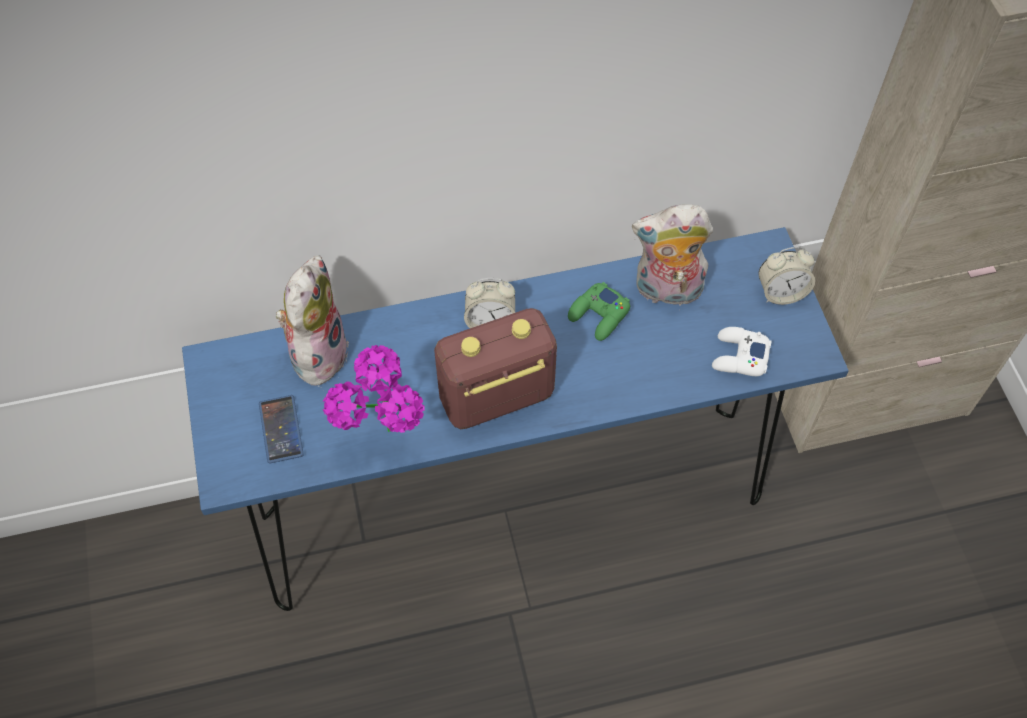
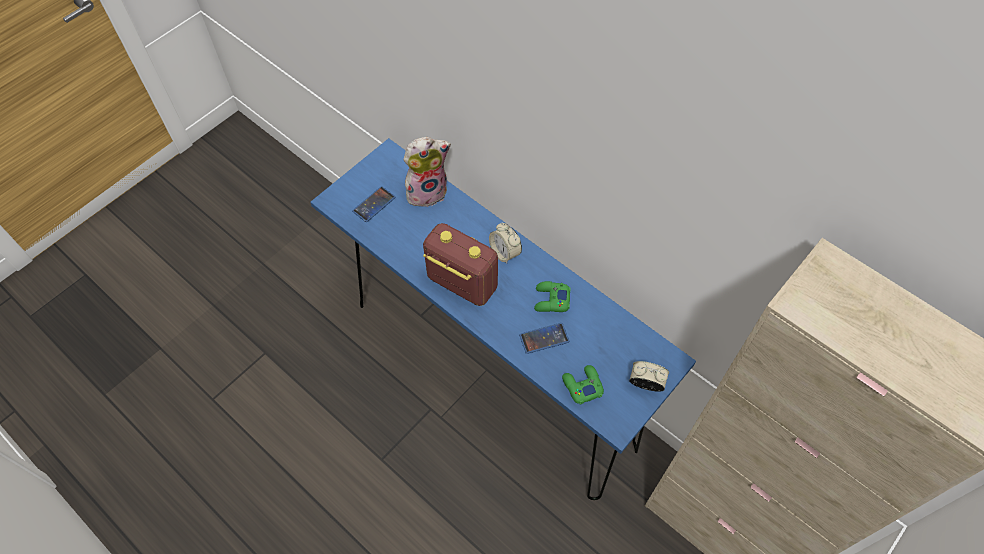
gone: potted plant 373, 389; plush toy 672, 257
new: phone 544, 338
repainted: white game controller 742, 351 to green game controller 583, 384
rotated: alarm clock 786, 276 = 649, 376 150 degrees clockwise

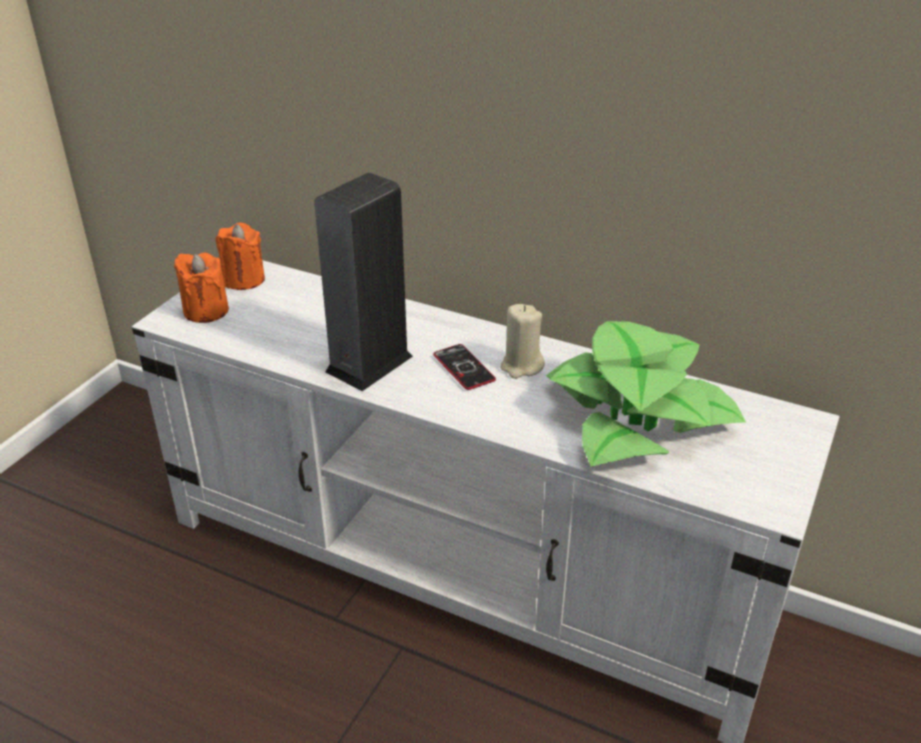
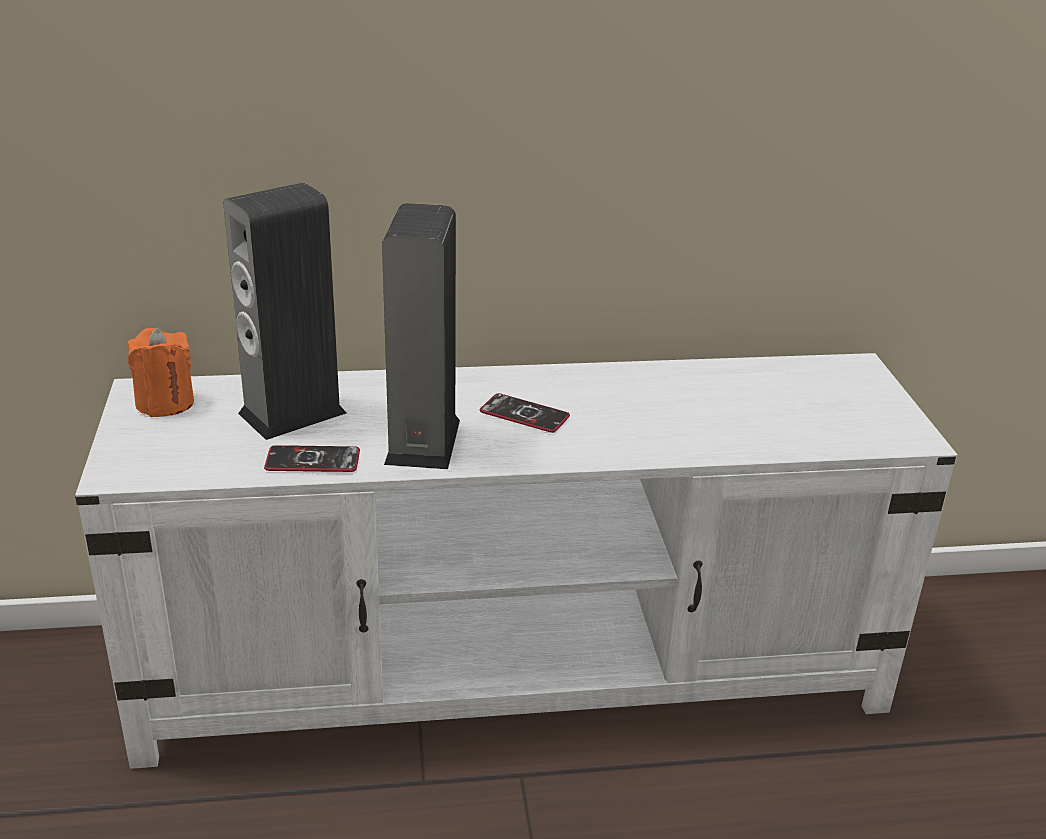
gone: orange candle 201, 288; beige candle 522, 341; potted plant 646, 394
new: speaker 285, 311; phone 312, 458

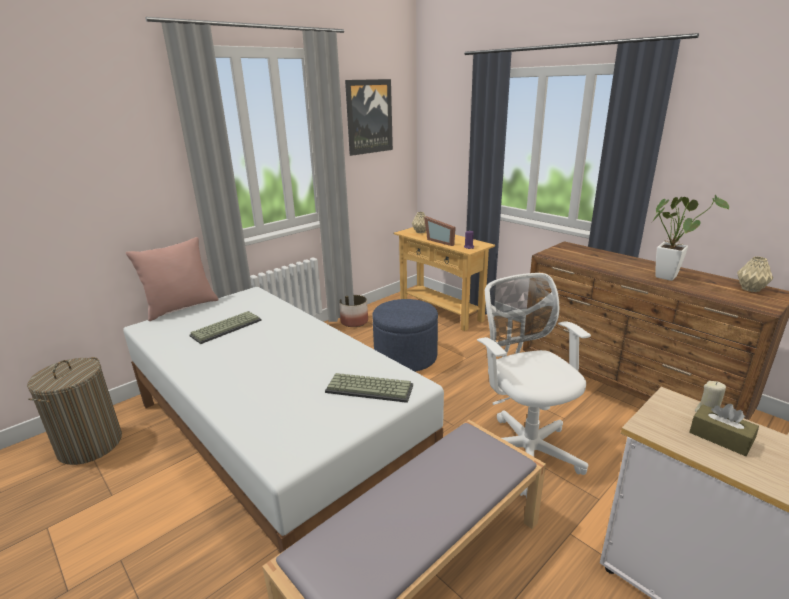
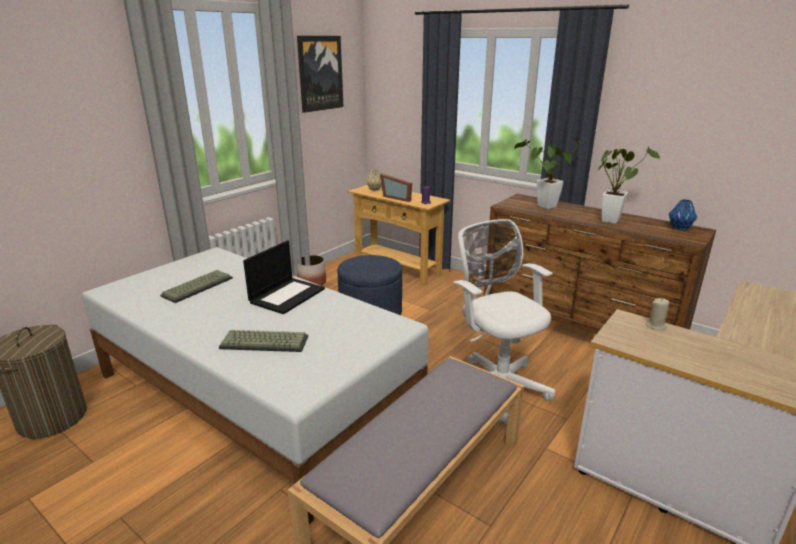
gone: pink pillow 172, 279; brown tissue box 724, 430
new: laptop 284, 277; potted plant 548, 173
shifted: keyboard 369, 388 to 263, 341
repainted: beige vase 755, 274 to blue vase 683, 214

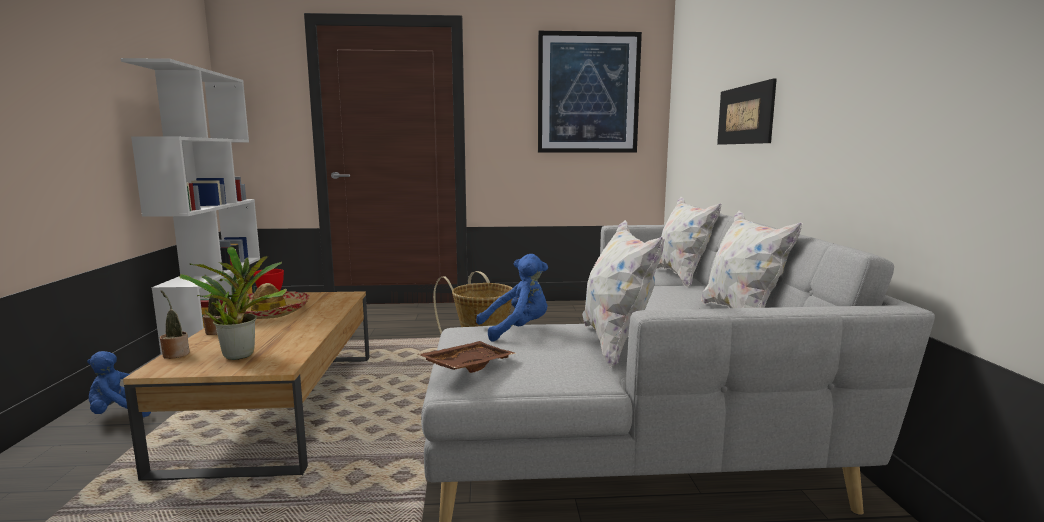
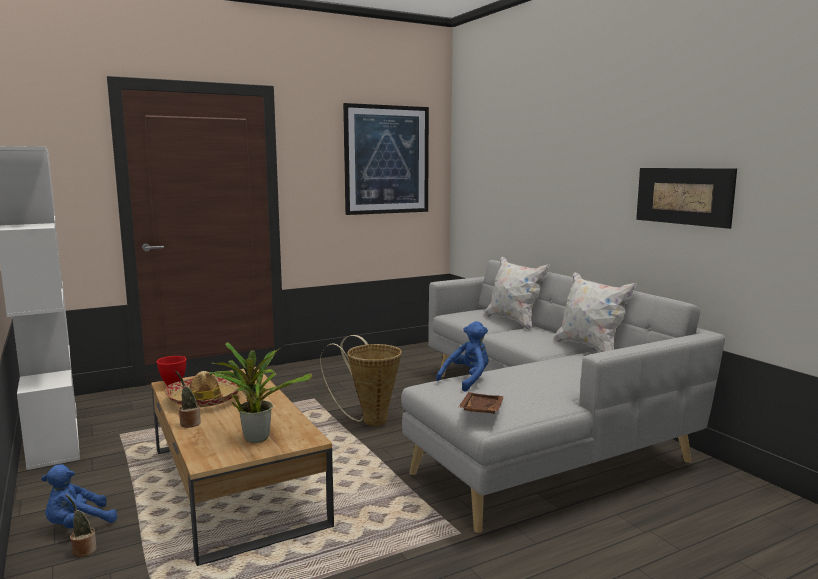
gone: white pillow 623, 294
shifted: potted plant 175, 324 to 81, 526; picture 747, 111 to 686, 198

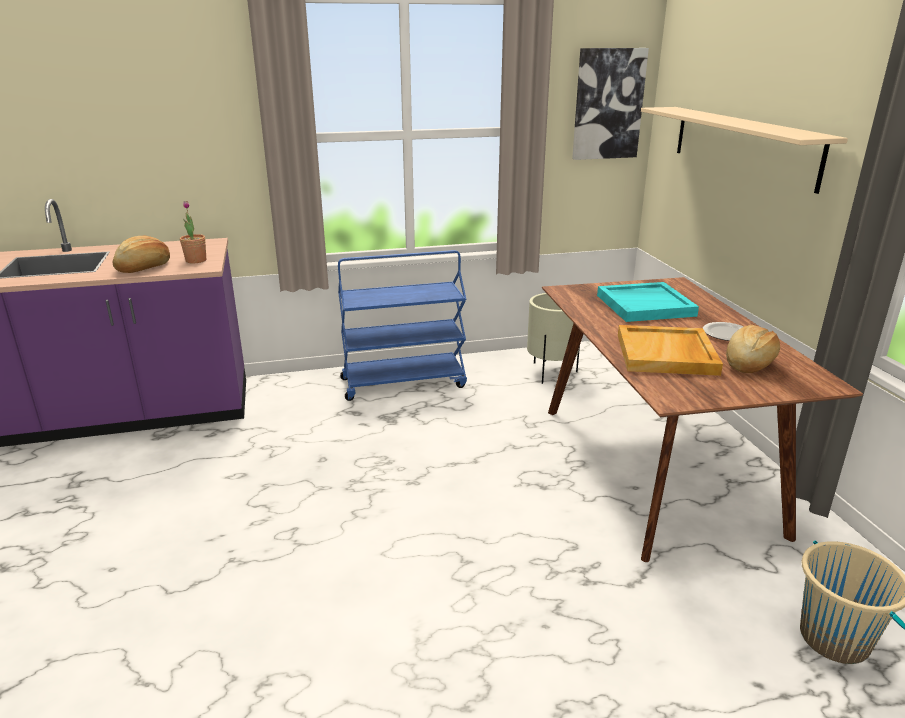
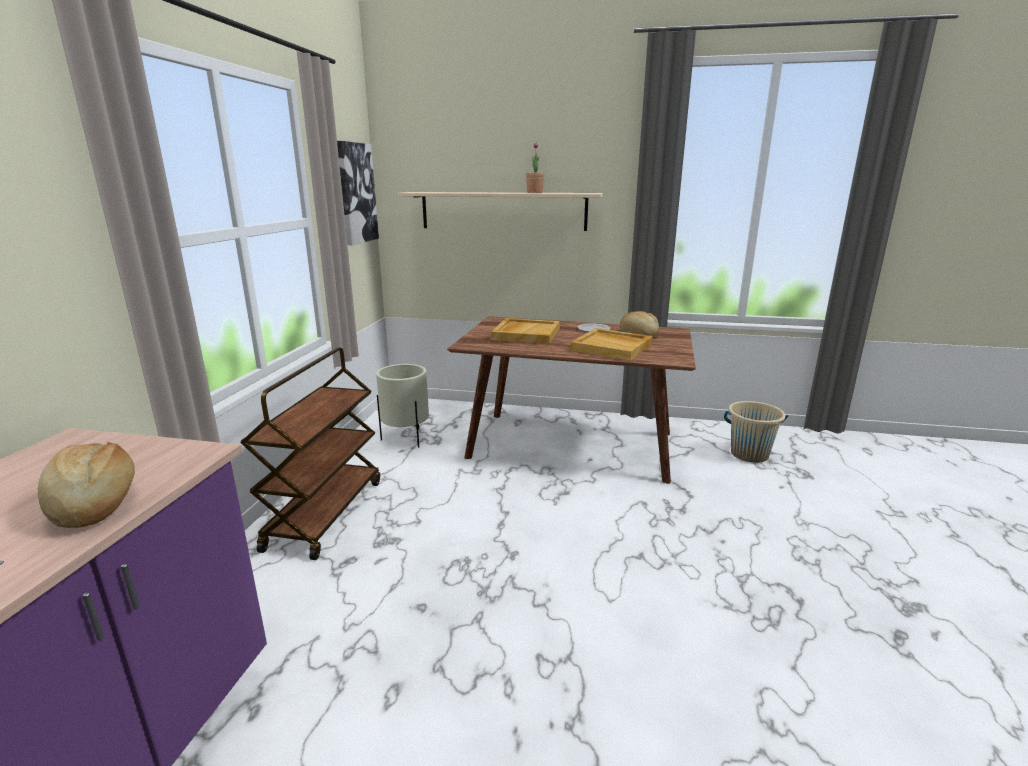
shifted: potted plant 193, 232 to 535, 167
repainted: blue cart 402, 325 to brown cart 310, 454; turquoise tray 648, 302 to beige tray 525, 331

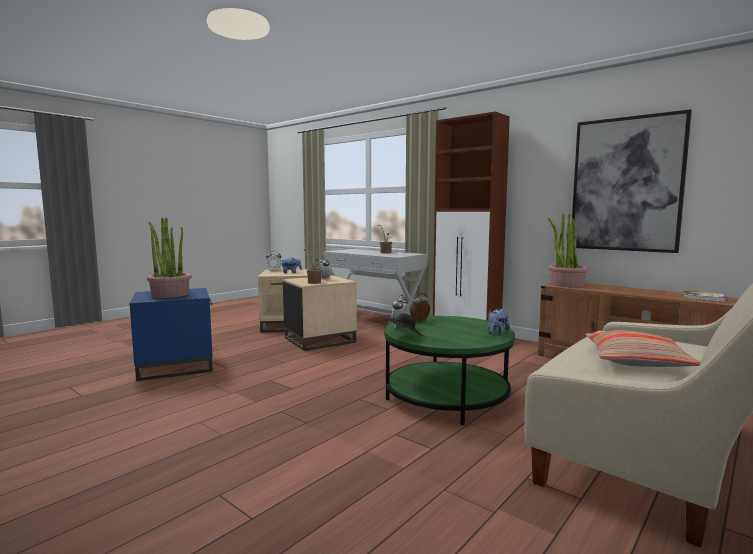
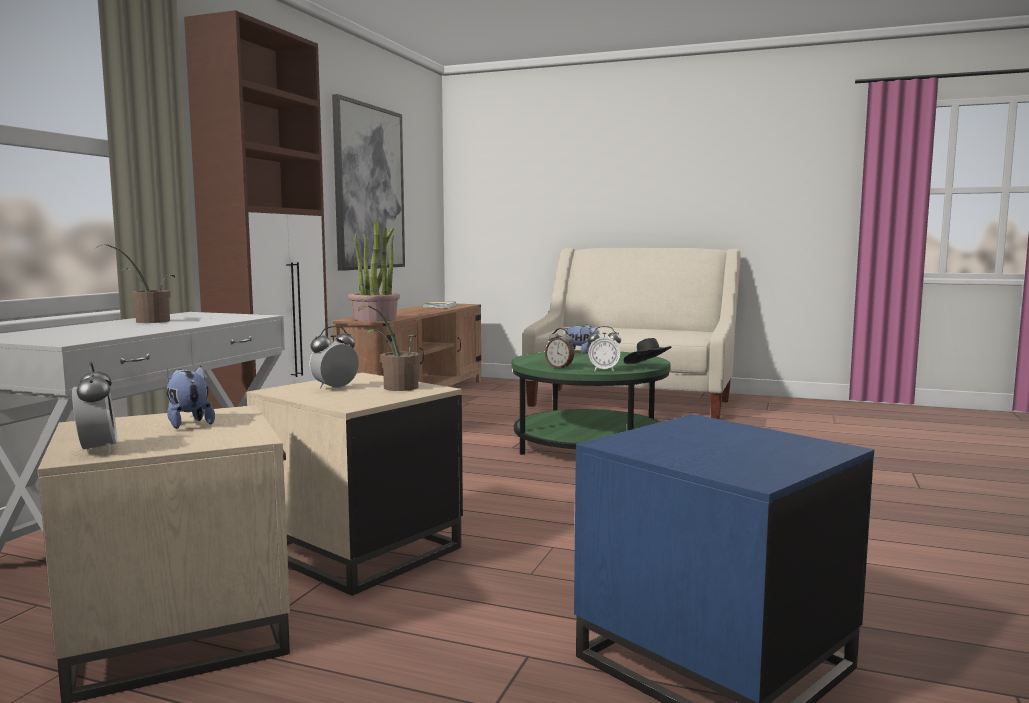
gone: potted plant 169, 257; pillow 642, 348

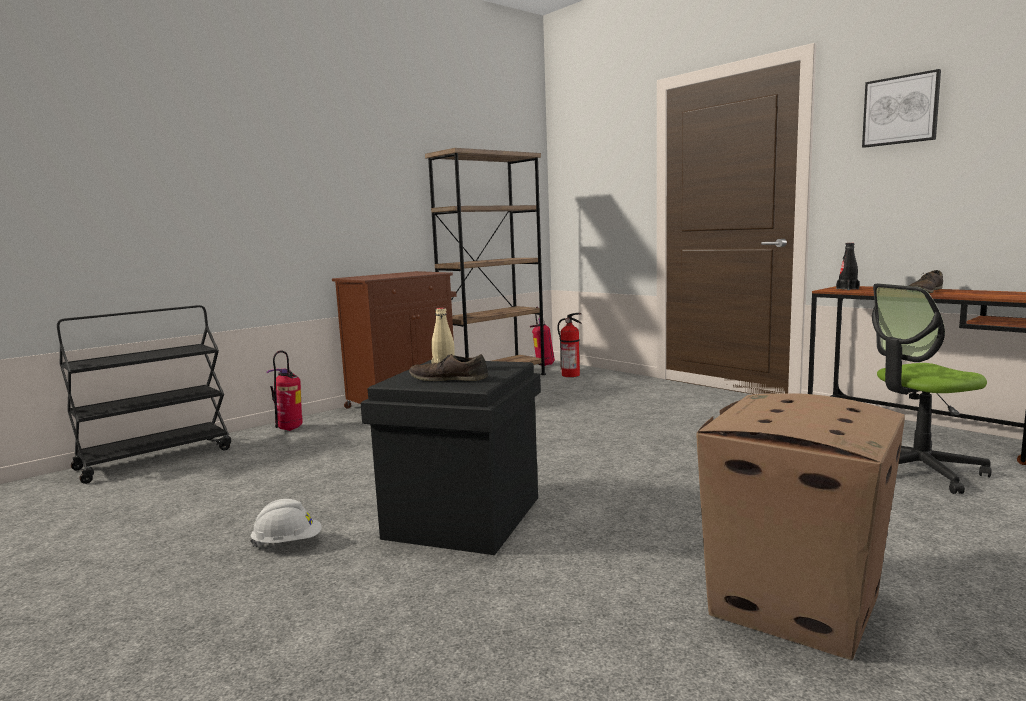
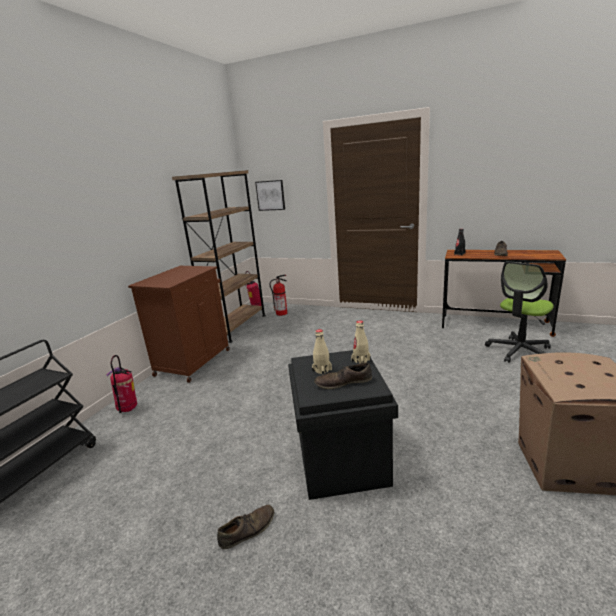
new: beige bottle 361, 342
shifted: picture 901, 108 to 270, 195
swapped: white hard hat 286, 523 to brown shoe 245, 527

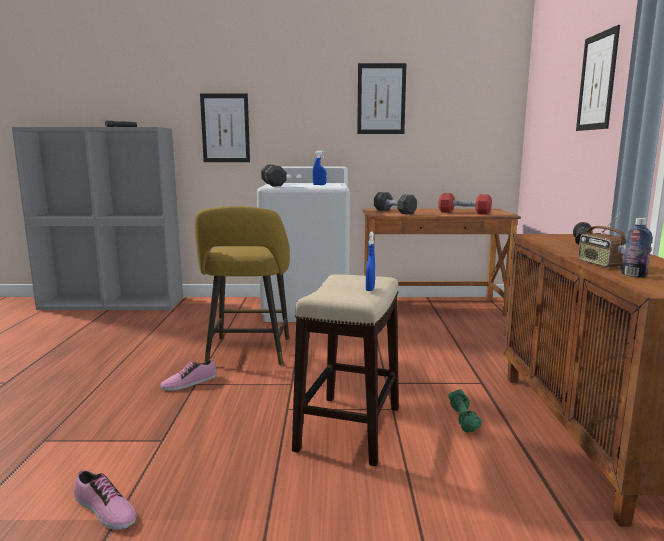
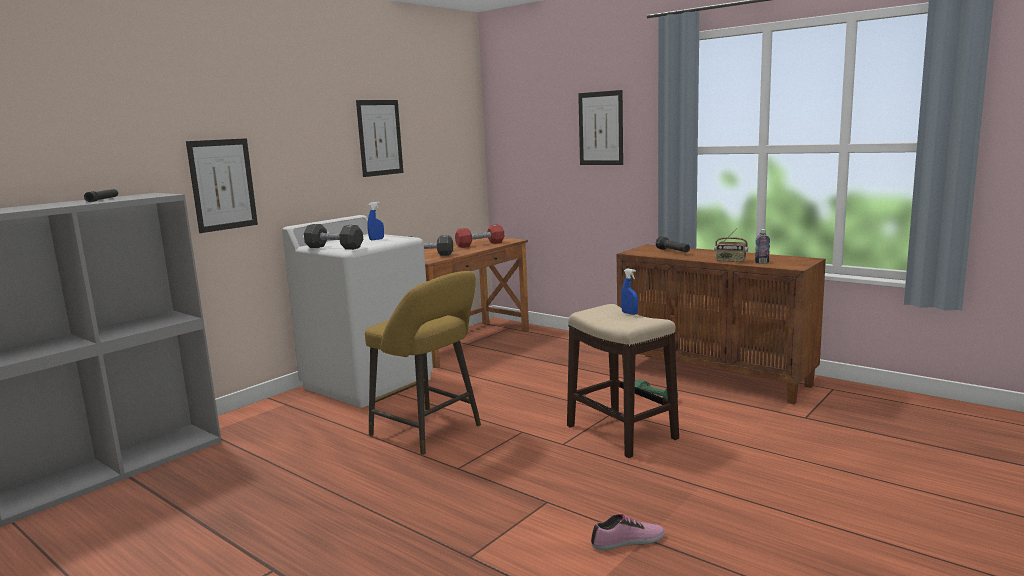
gone: shoe 188, 375

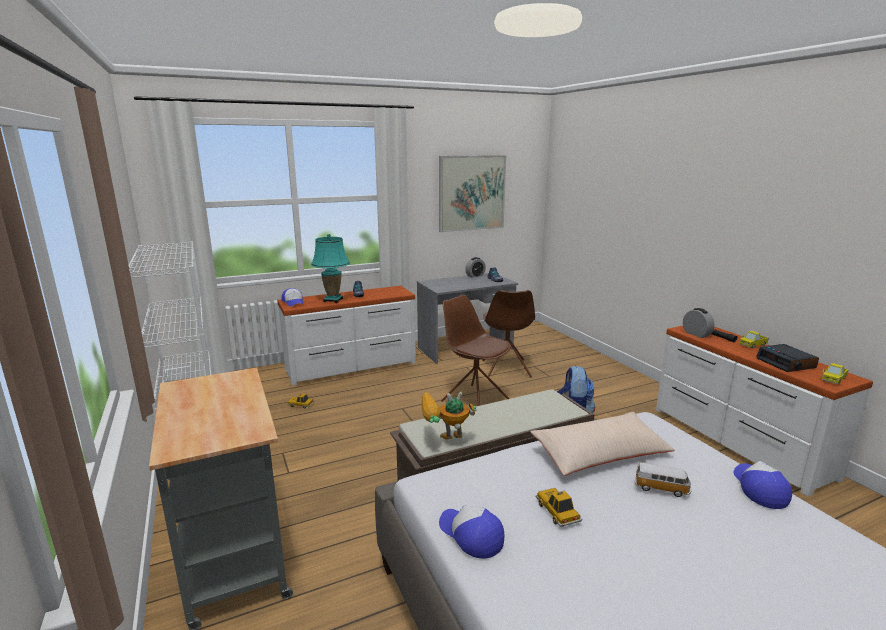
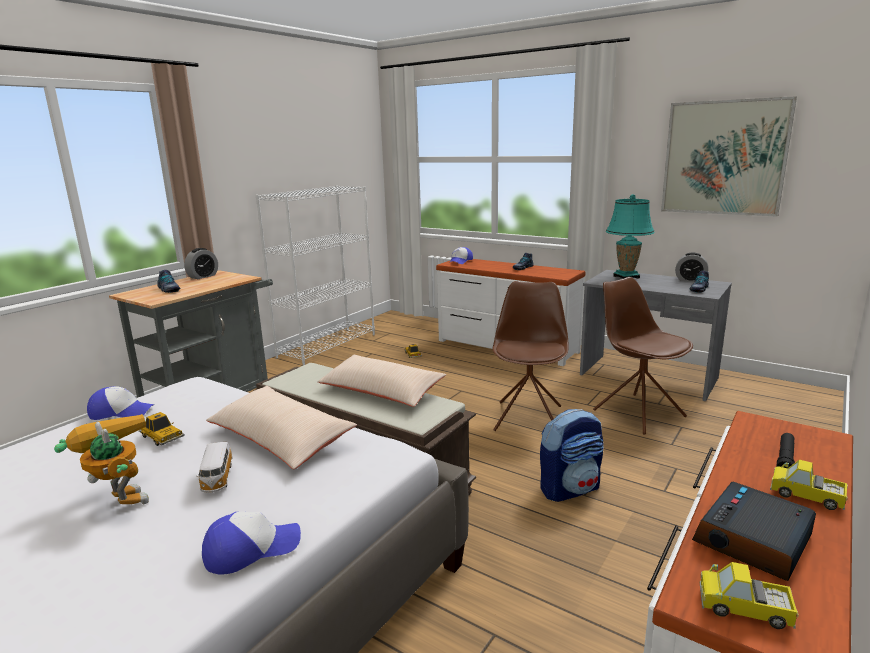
new: shoe 169, 281; beige pillow 382, 381
shifted: turquoise table lamp 330, 268 to 630, 236; toy robot 449, 416 to 101, 459; alarm clock 699, 323 to 201, 263
rotated: cap 471, 531 = 120, 403 75 degrees clockwise; brown chair 509, 334 = 643, 356 90 degrees clockwise; toy car 559, 507 = 162, 429 90 degrees clockwise

